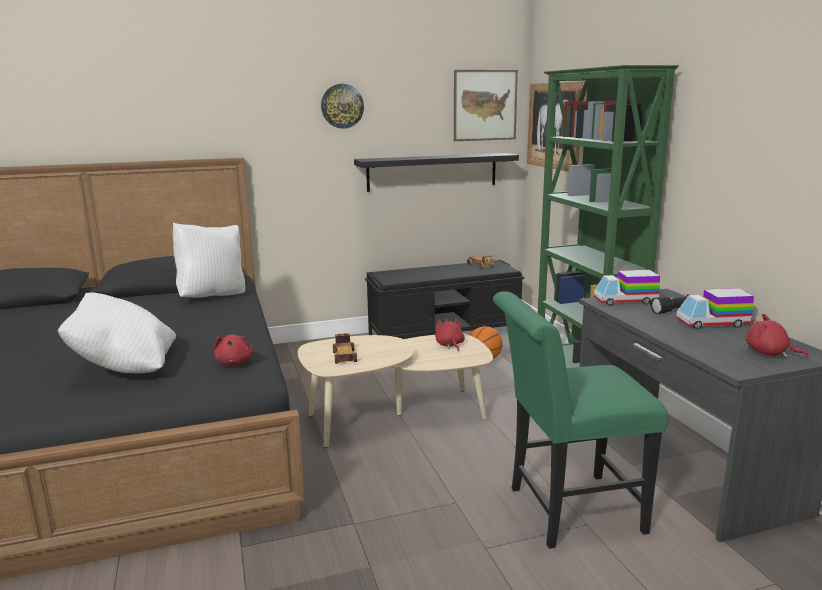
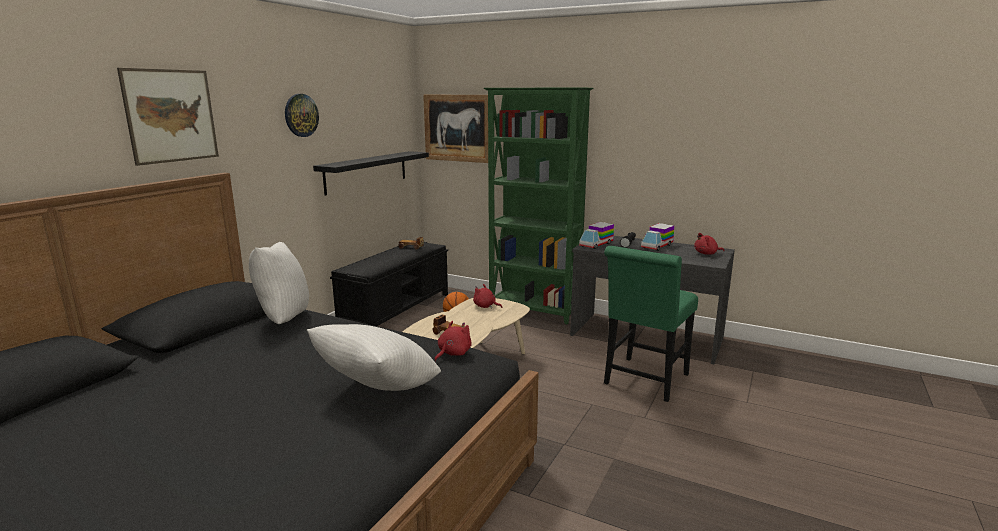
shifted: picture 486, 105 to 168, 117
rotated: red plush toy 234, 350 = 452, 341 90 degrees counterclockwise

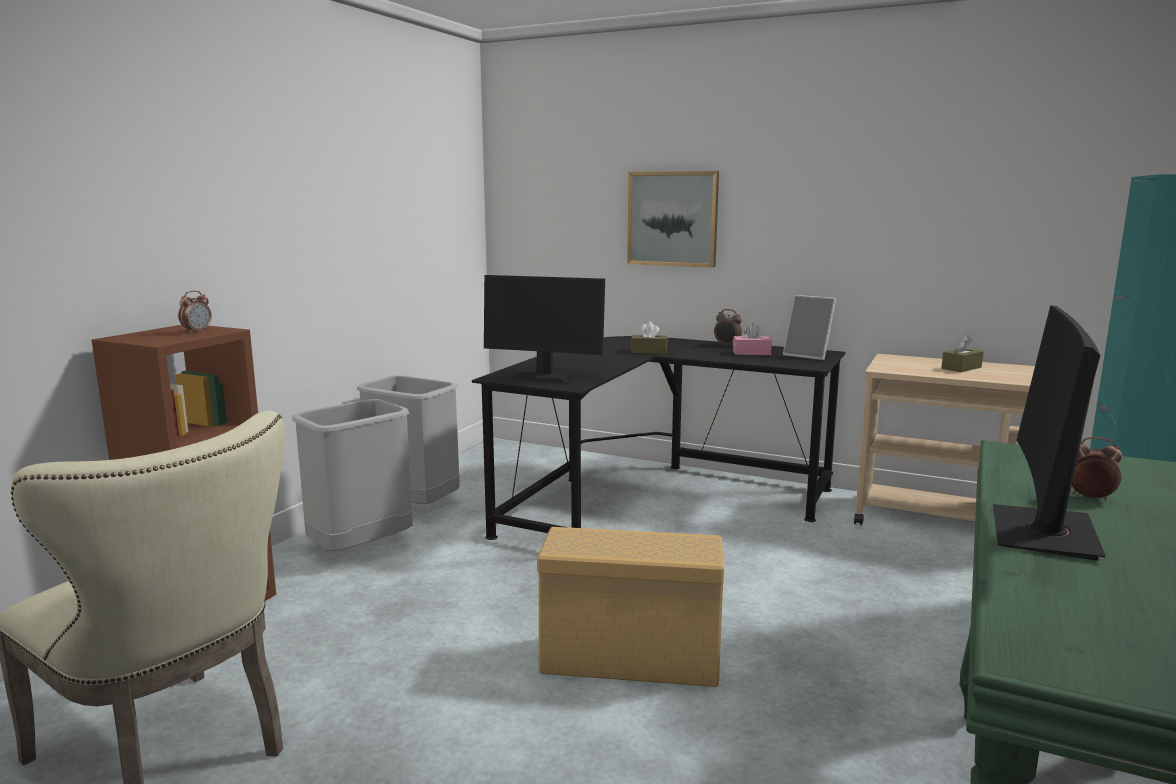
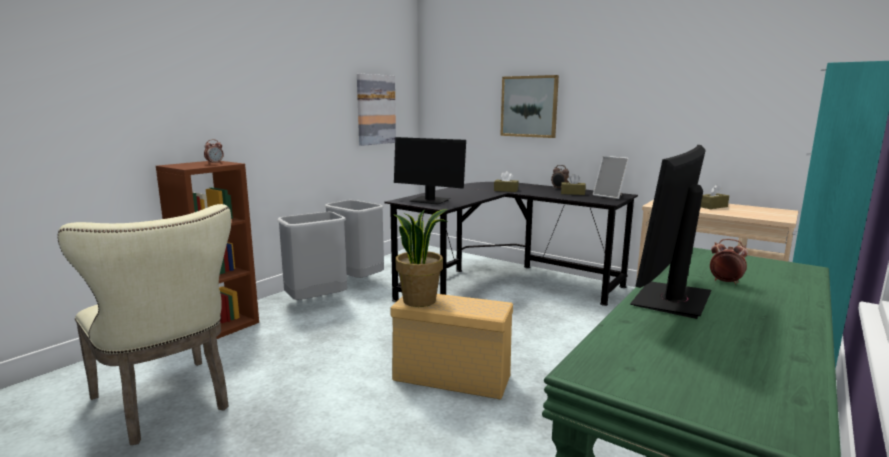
new: picture 376, 110; potted plant 420, 258
repainted: pink tissue box 752, 339 to brown tissue box 573, 184

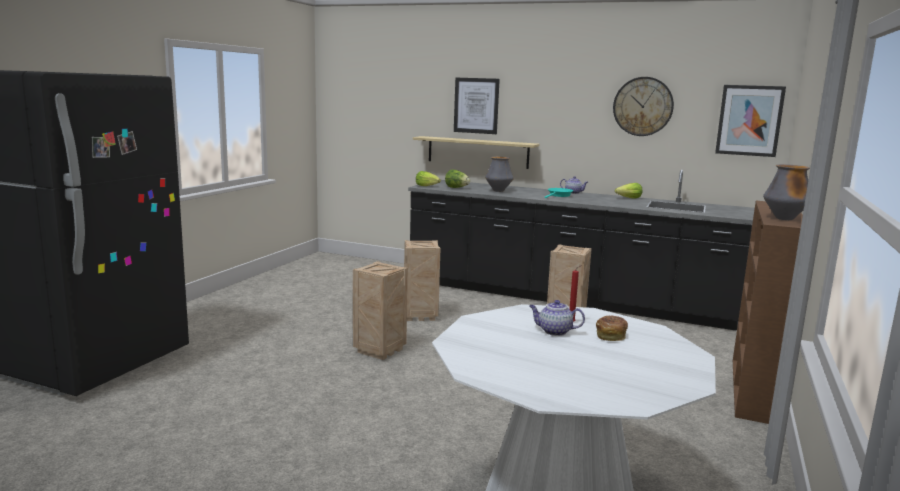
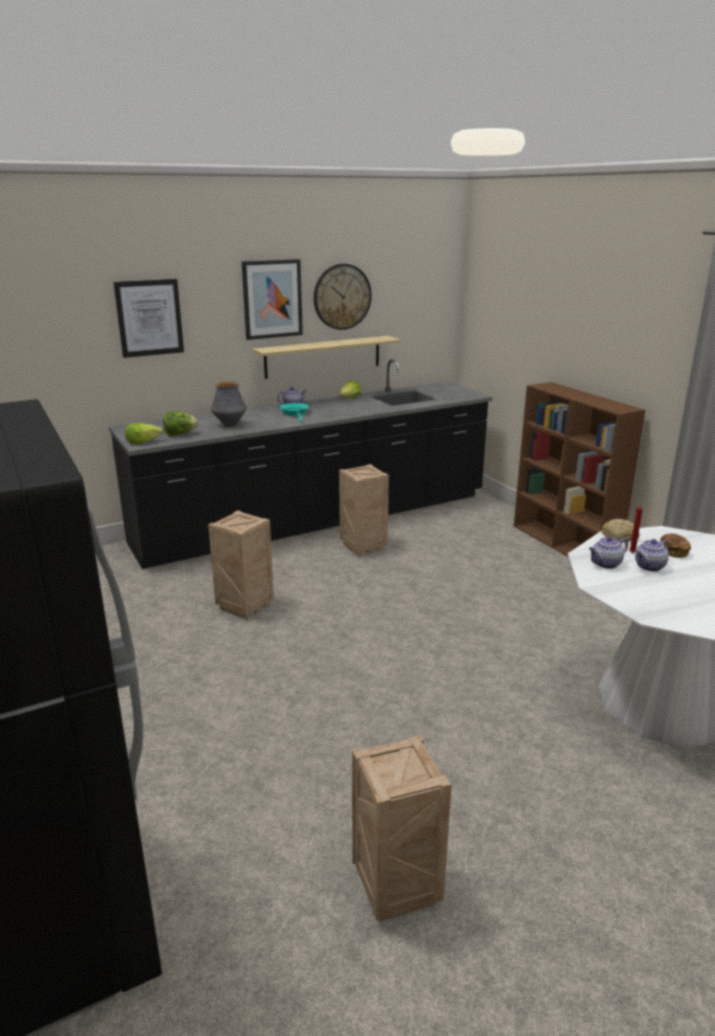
gone: vase 786, 192
new: teapot 608, 552; bread 620, 530
shifted: crate 380, 310 to 402, 828; shelf 476, 152 to 326, 357; picture 750, 121 to 272, 299

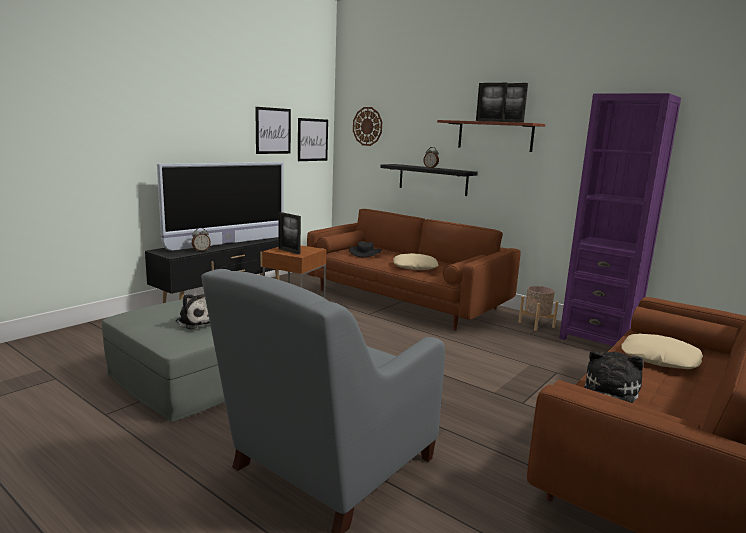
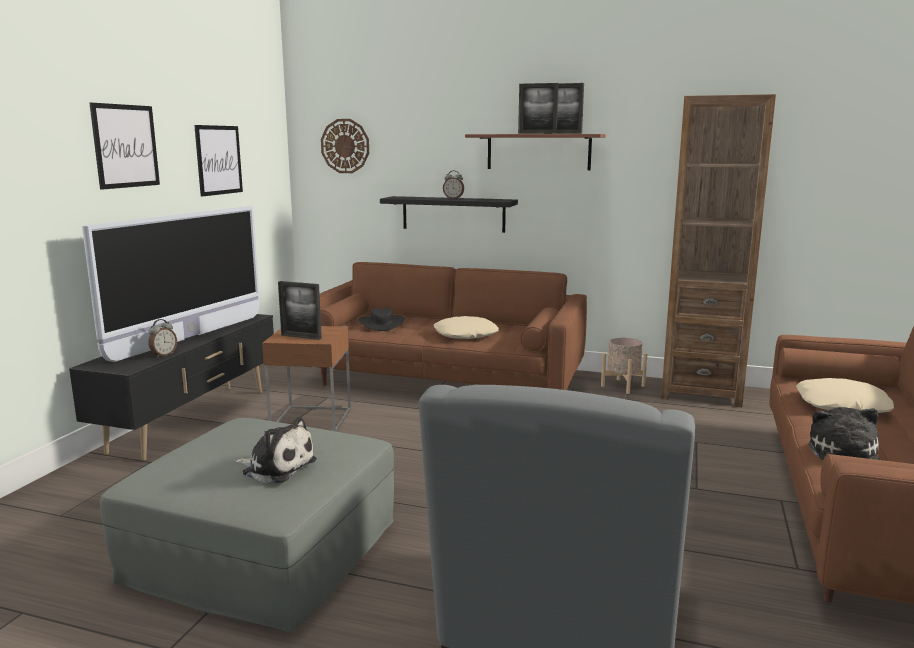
shifted: picture 313, 139 to 124, 146
repainted: purple bookcase 620, 219 to brown bookcase 718, 250

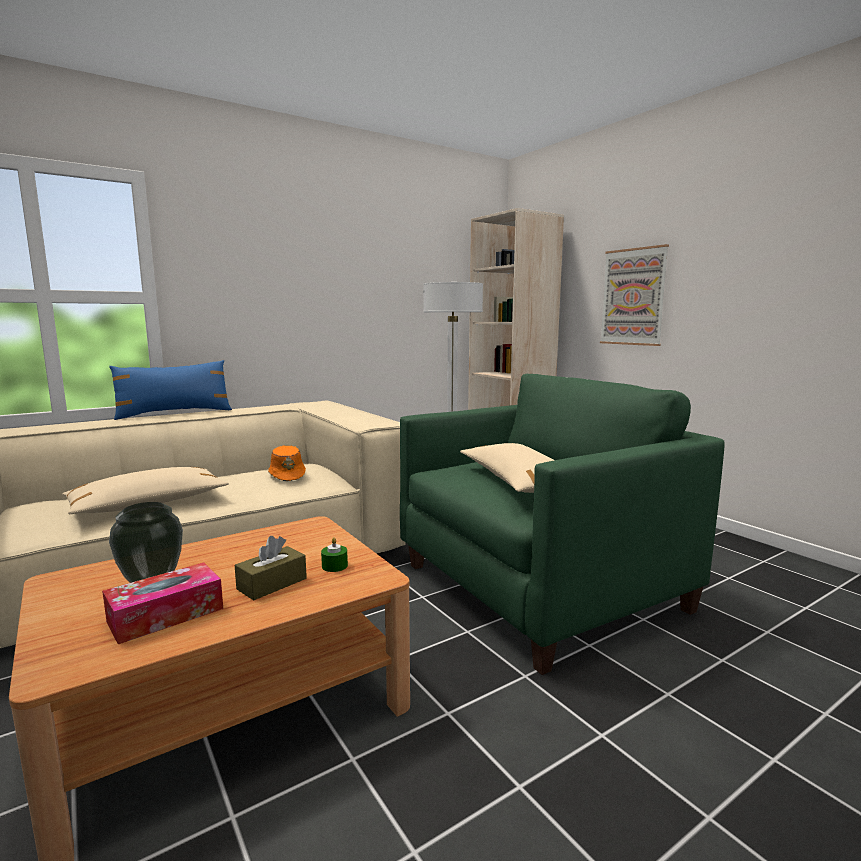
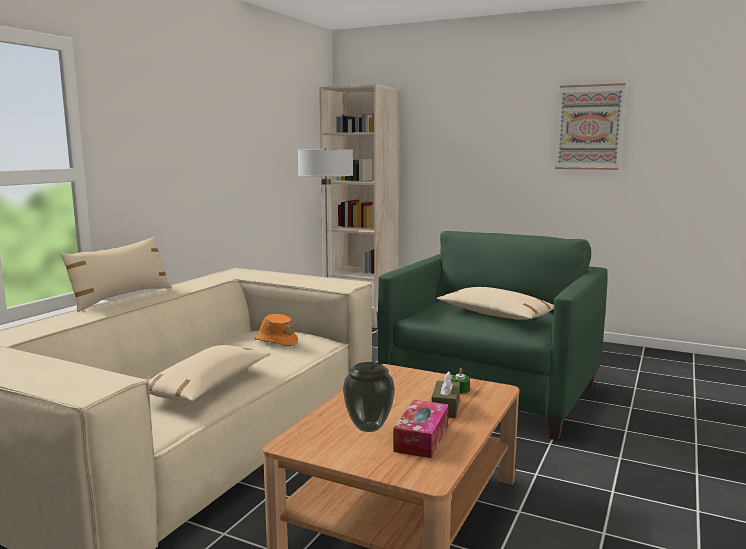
shifted: picture 634, 295 to 590, 126
repainted: blue pillow 170, 390 to beige pillow 116, 274

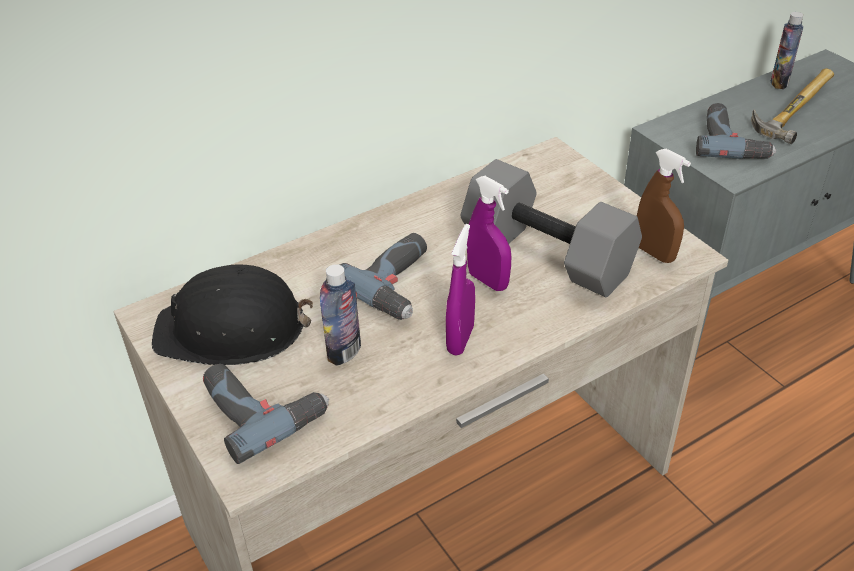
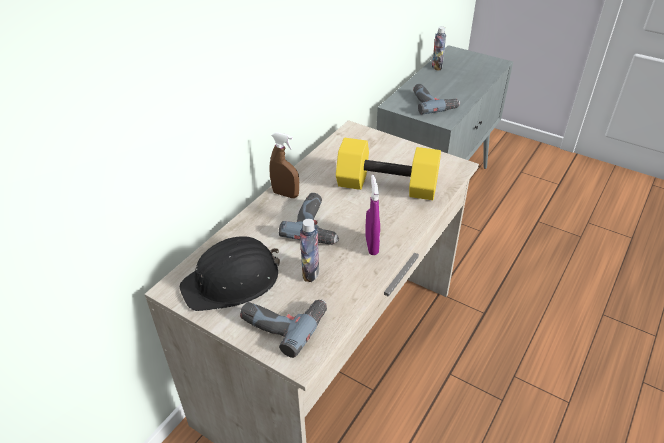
gone: purple spray bottle 489, 233; hammer 792, 106
shifted: brown spray bottle 664, 206 to 284, 165
repainted: grey dumbbell 551, 228 to yellow dumbbell 388, 169

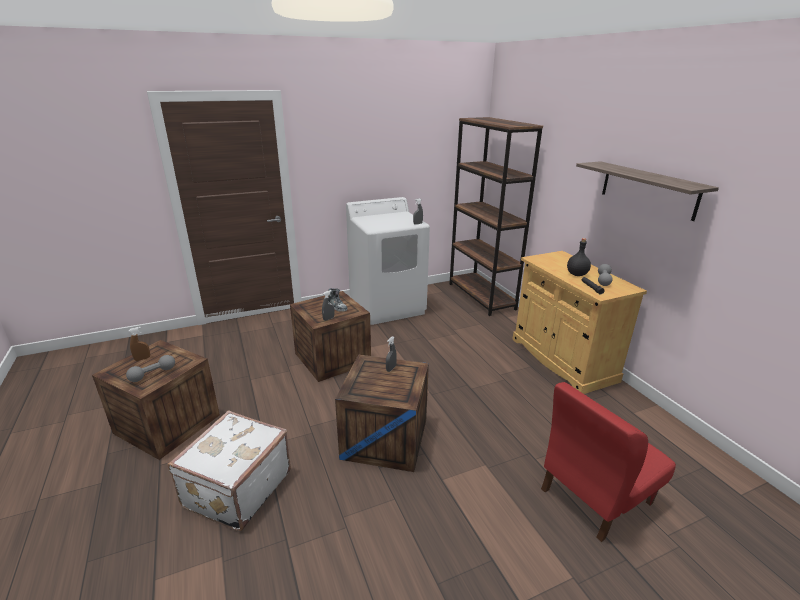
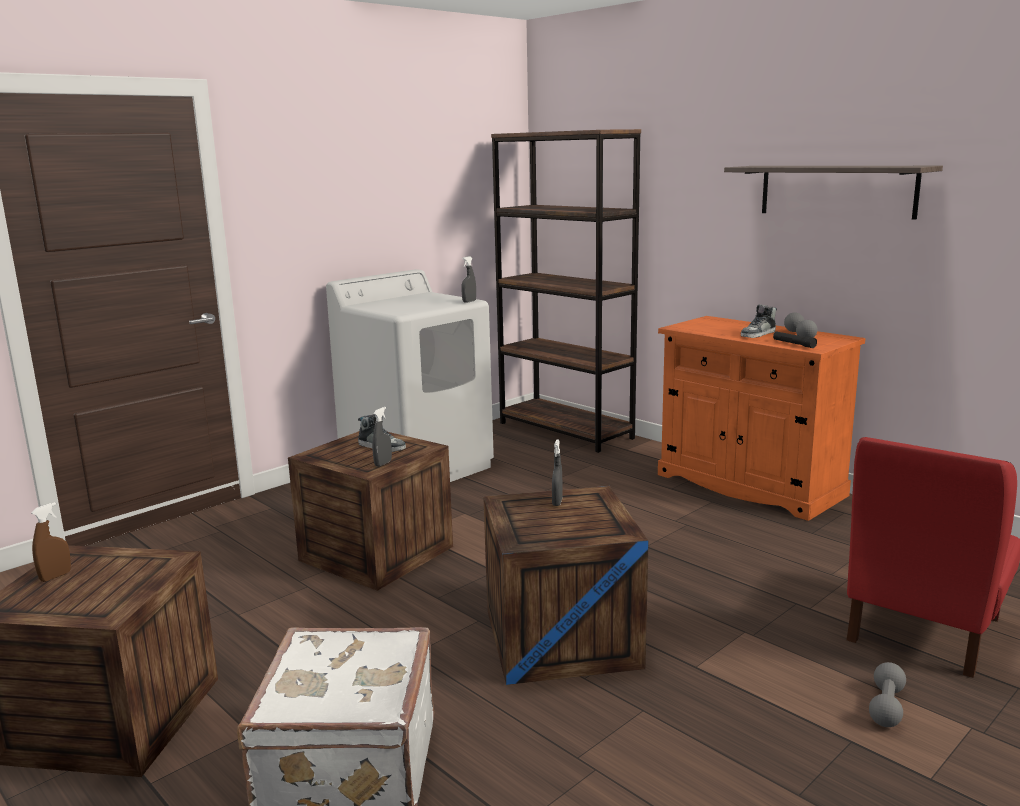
shifted: grey dumbbell 150, 368 to 887, 694
swapped: black bottle 579, 257 to shoe 759, 321
repainted: beige cabinet 579, 322 to orange cabinet 761, 418

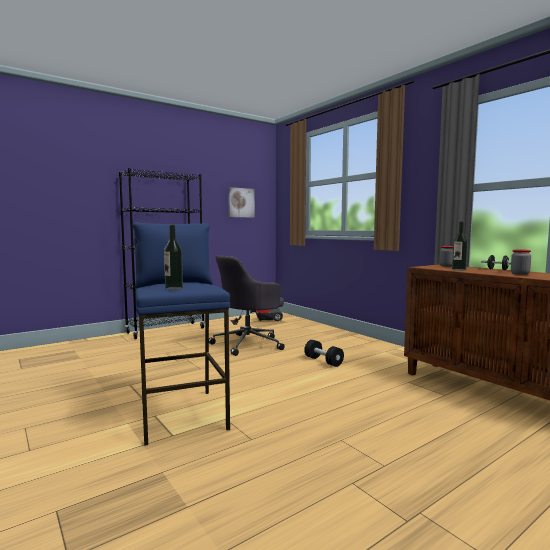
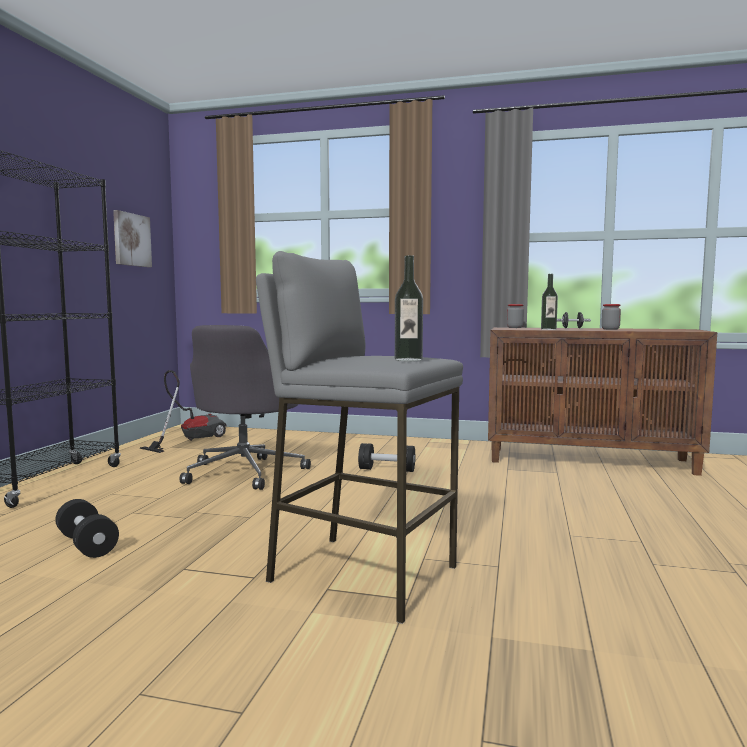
new: black dumbbell 87, 528
repainted: blue stool 181, 334 to grey stool 359, 437

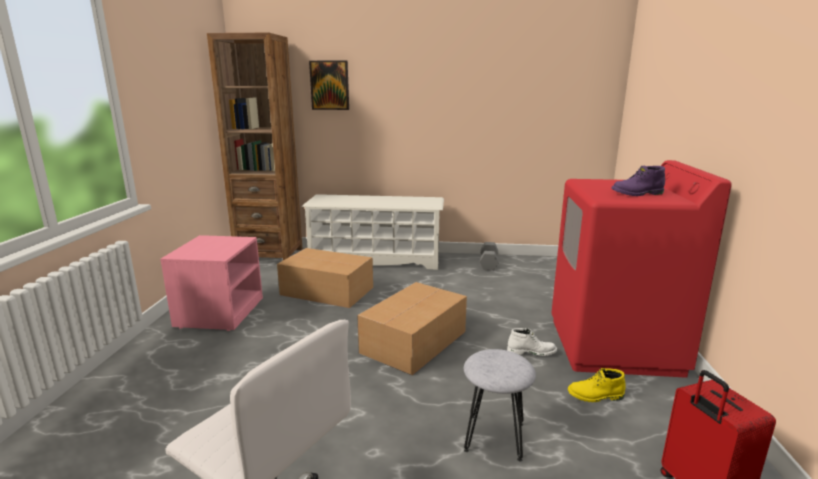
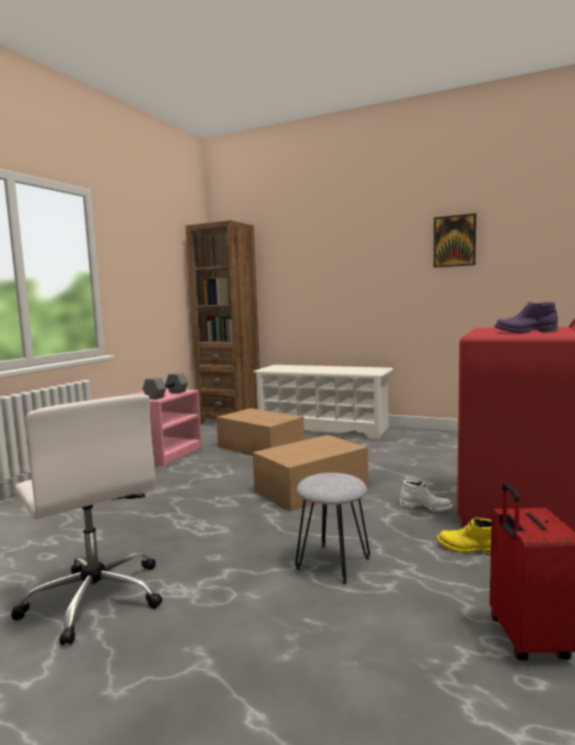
shifted: picture 329, 85 to 455, 240; grey dumbbell 489, 256 to 165, 386

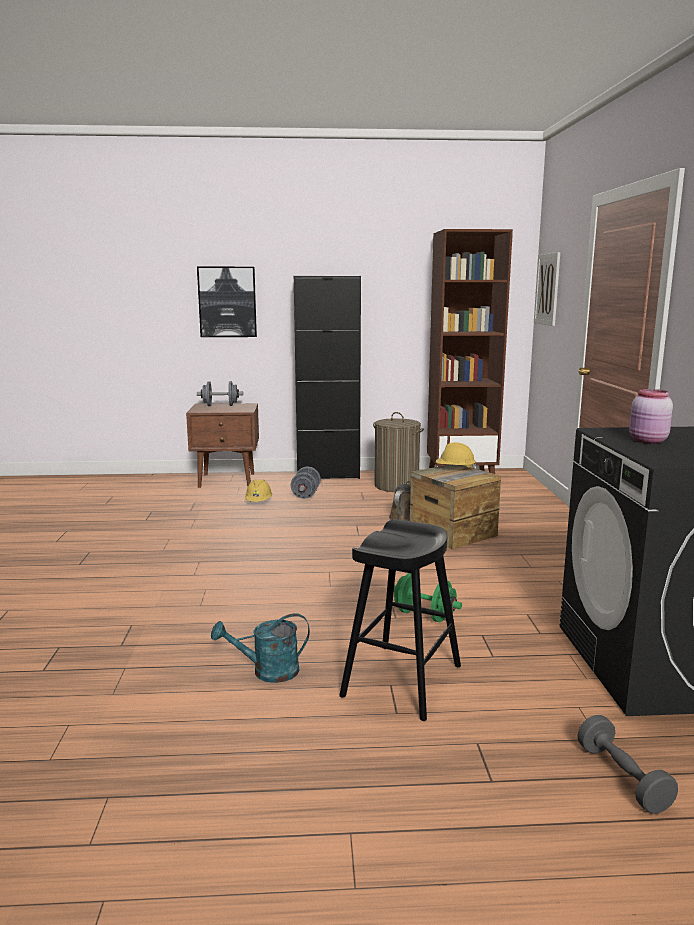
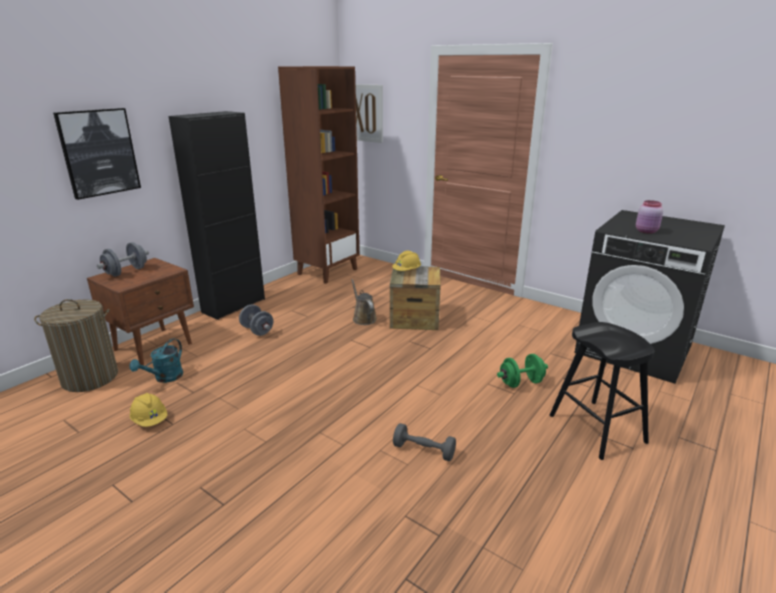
shifted: turquoise watering can 260, 648 to 156, 361; yellow hard hat 258, 490 to 148, 410; laundry basket 398, 452 to 76, 345; grey dumbbell 628, 764 to 424, 442

